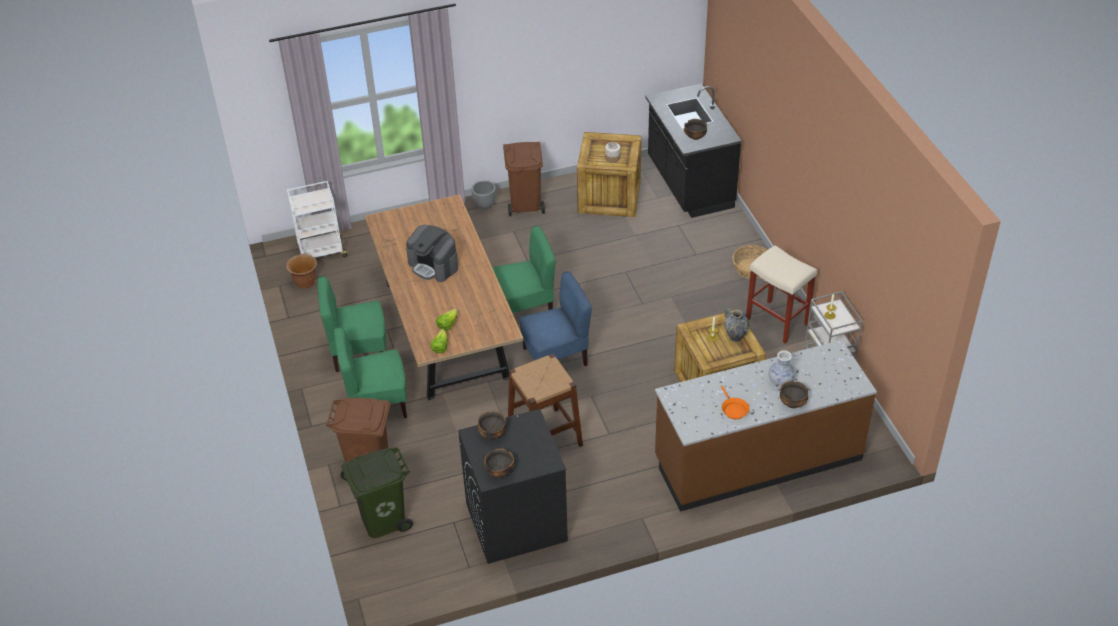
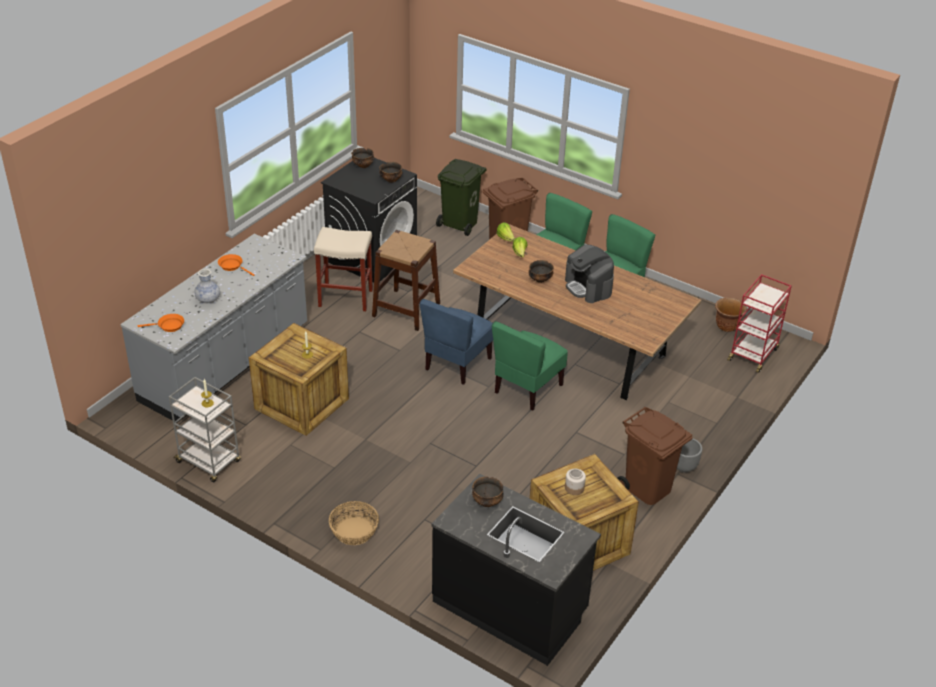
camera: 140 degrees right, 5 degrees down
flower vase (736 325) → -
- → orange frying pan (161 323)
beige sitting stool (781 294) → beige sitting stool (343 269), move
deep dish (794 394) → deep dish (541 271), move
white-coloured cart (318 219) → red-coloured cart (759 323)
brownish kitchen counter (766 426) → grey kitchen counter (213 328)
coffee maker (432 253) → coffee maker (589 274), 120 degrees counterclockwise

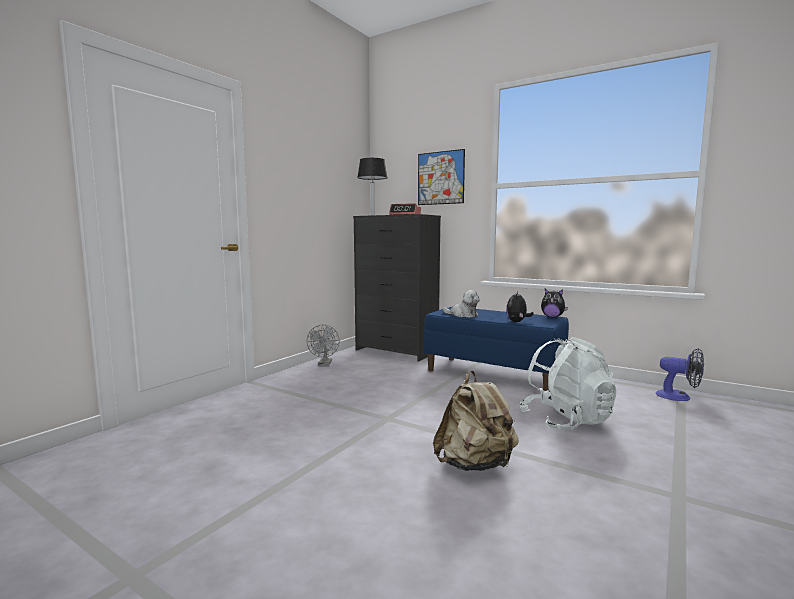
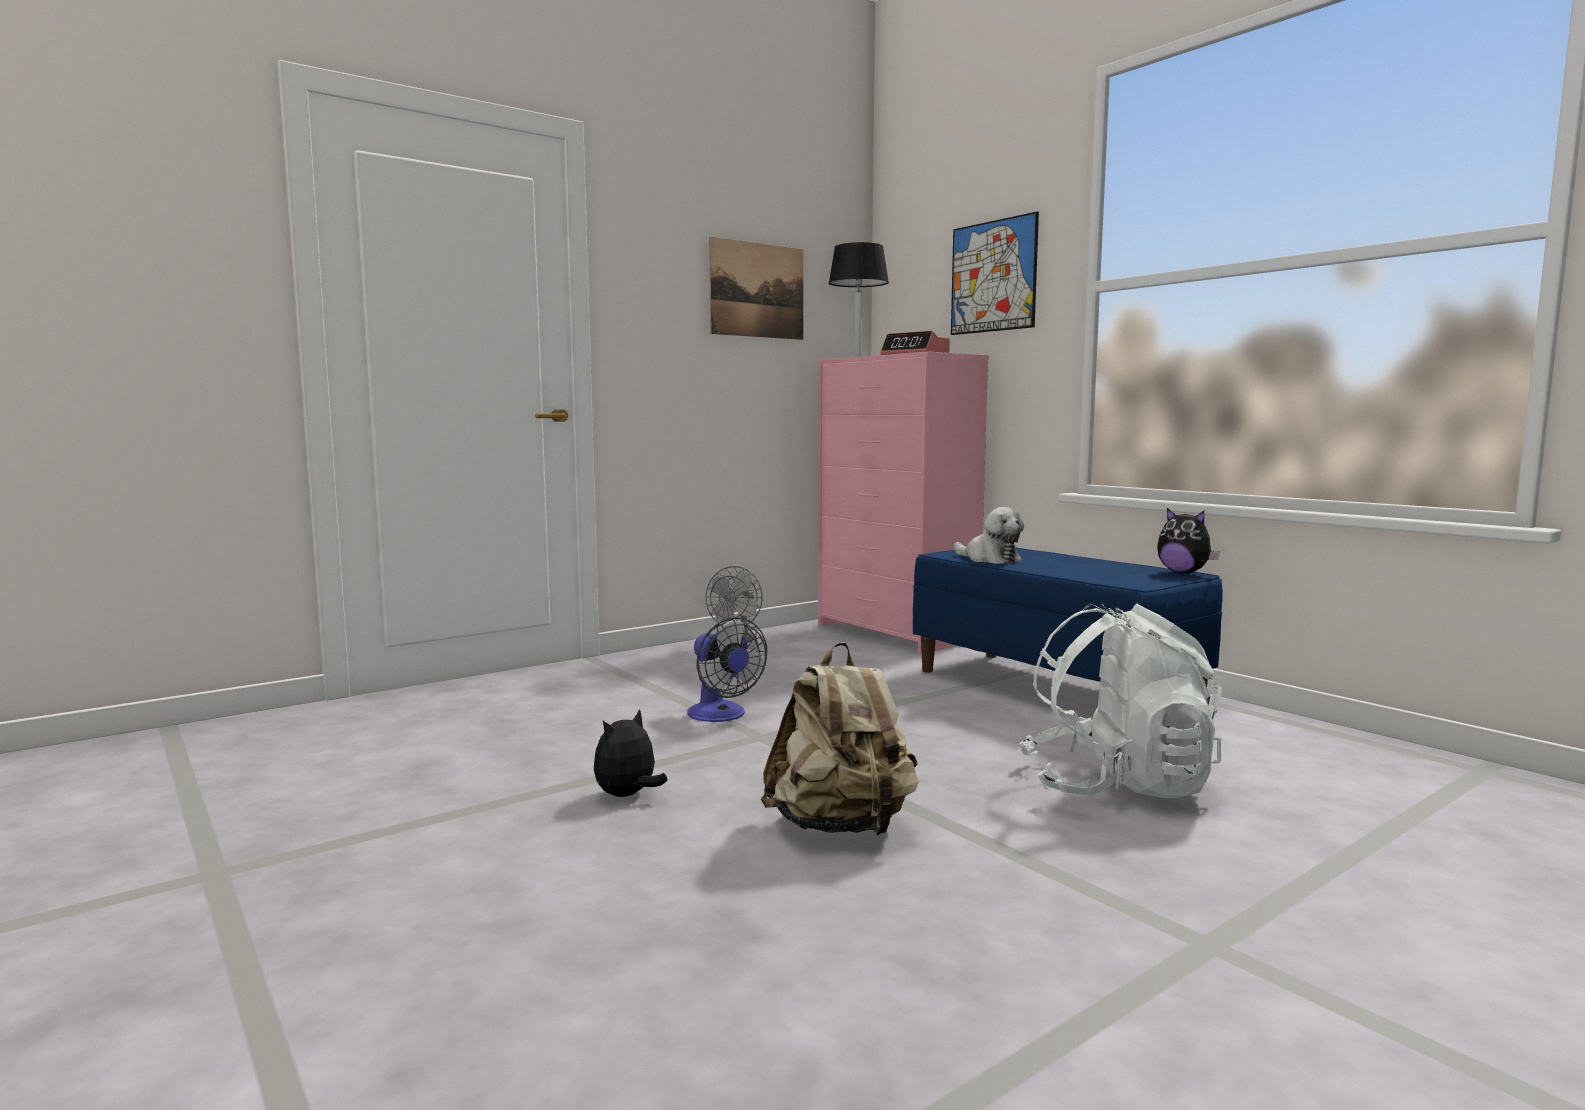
camera: 20 degrees right, 0 degrees up
- → wall picture (756 288)
soft toy (520 306) → soft toy (631 753), move
fan (680 374) → fan (727 669), move
black-coloured dresser (397 288) → pink-coloured dresser (903 502)

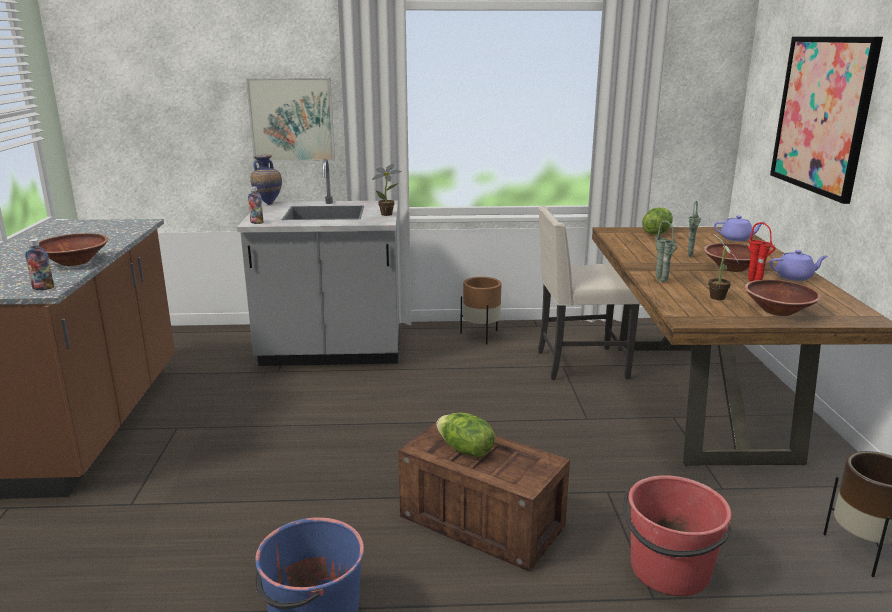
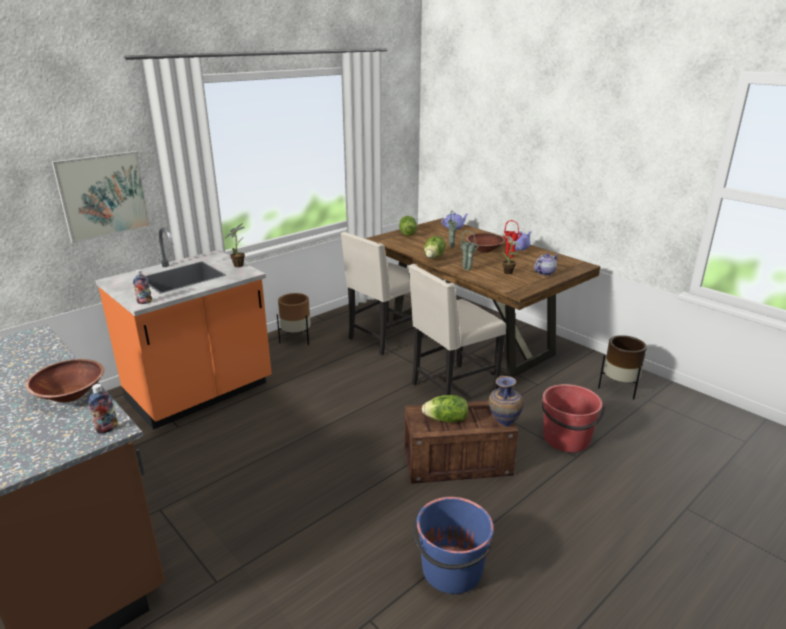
camera: 40 degrees left, 5 degrees up
wall picture (826 120) → -
- → beige upright chair (457 329)
- → lettuce head (435 247)
flower vase (266 179) → flower vase (505 401), move
brownish deep dish (783 298) → teapot (546 264)
grey kitchen counter (318 262) → orange kitchen counter (183 329)

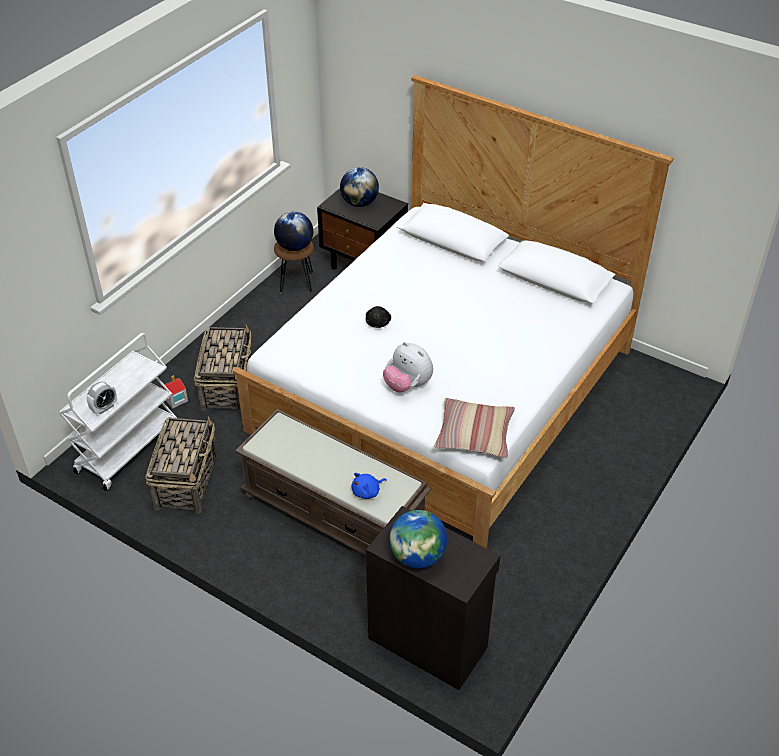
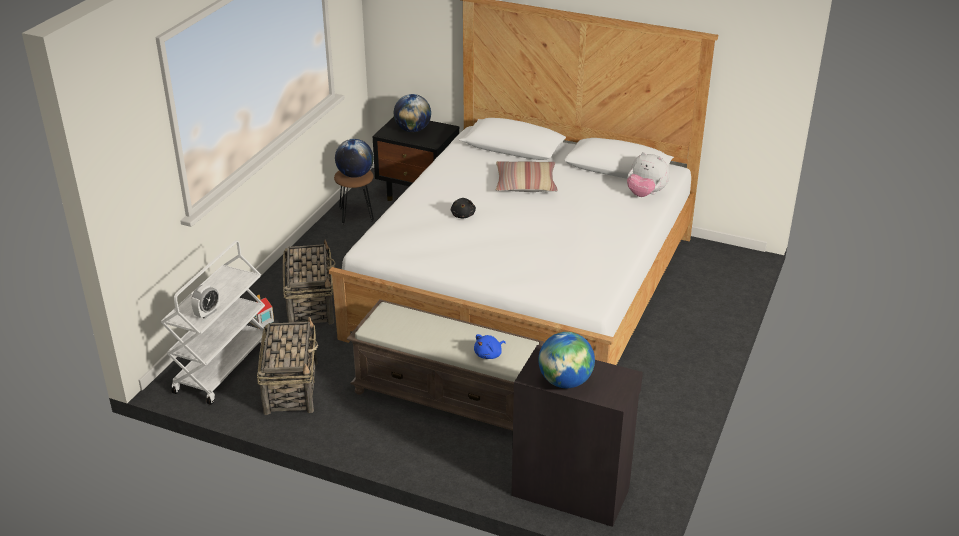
camera: 10 degrees left, 10 degrees down
soft toy (408 367) → soft toy (648 174), move
cushion (474 428) → cushion (527 176), move

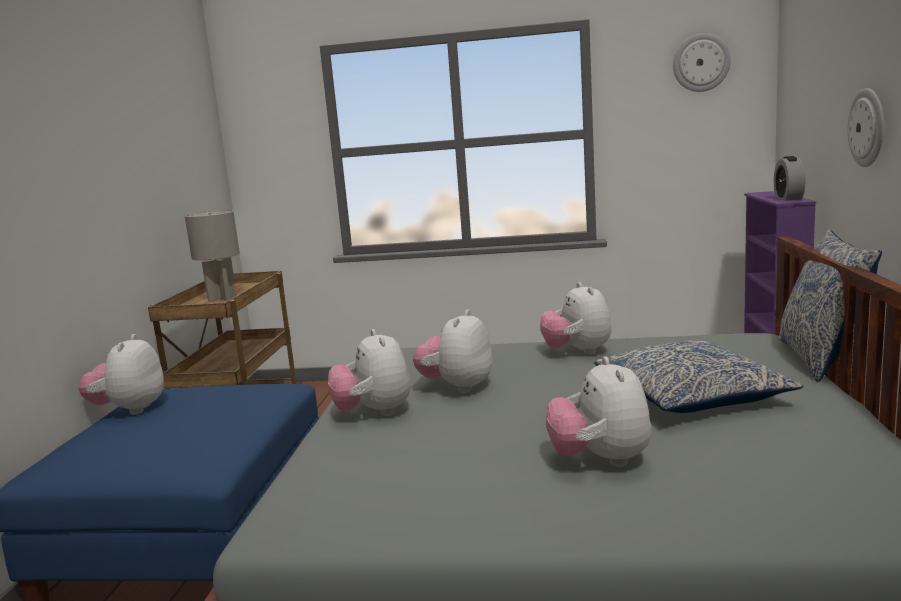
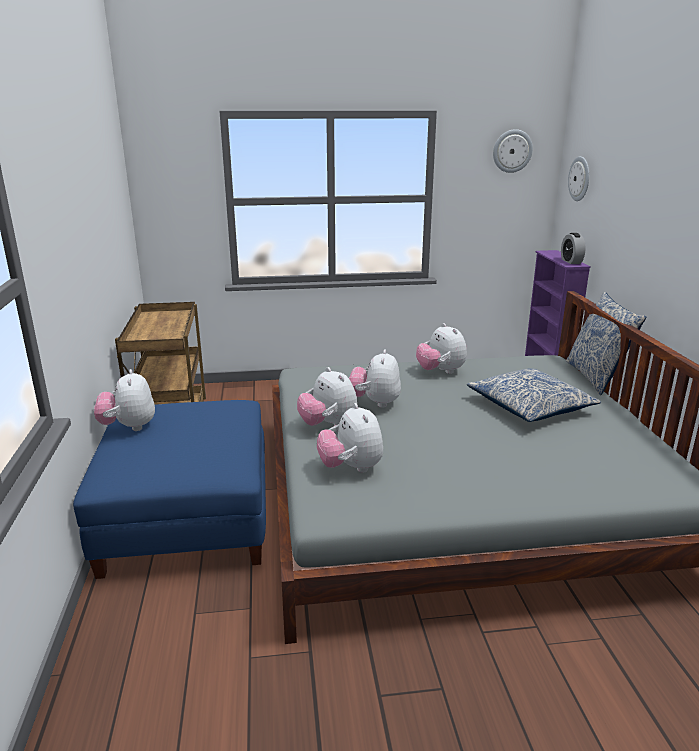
camera: 15 degrees left, 10 degrees up
grey lamp for a table (212 256) → -
soft toy (598 411) → soft toy (350 438), move
clock on the wall (866 127) → clock on the wall (578 178), move

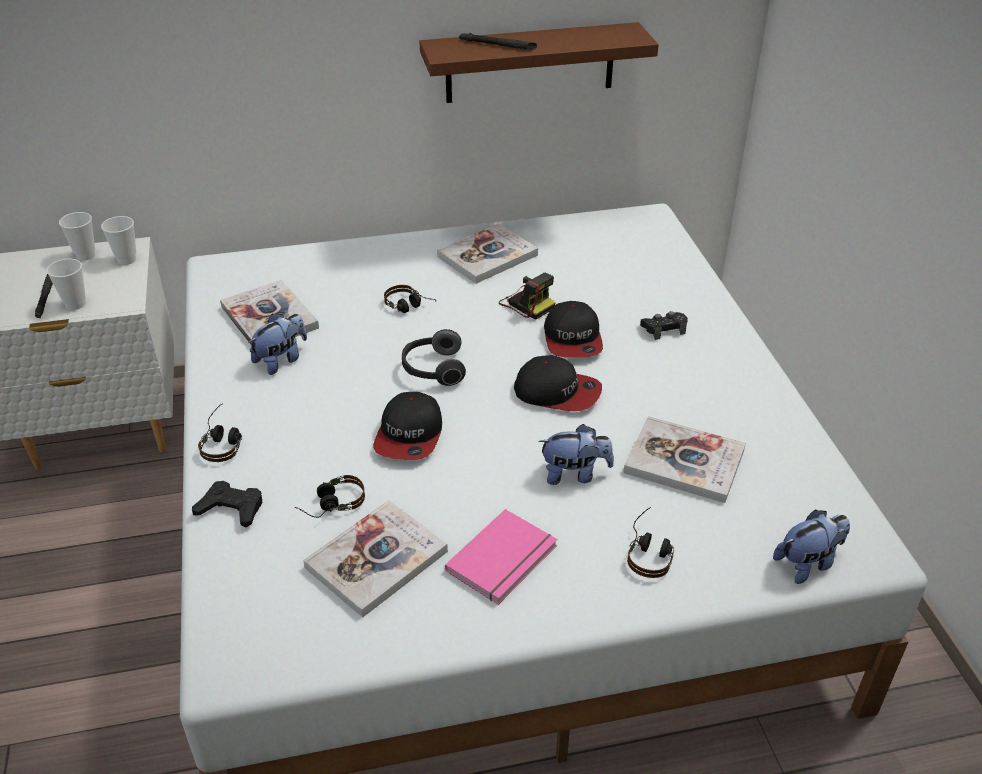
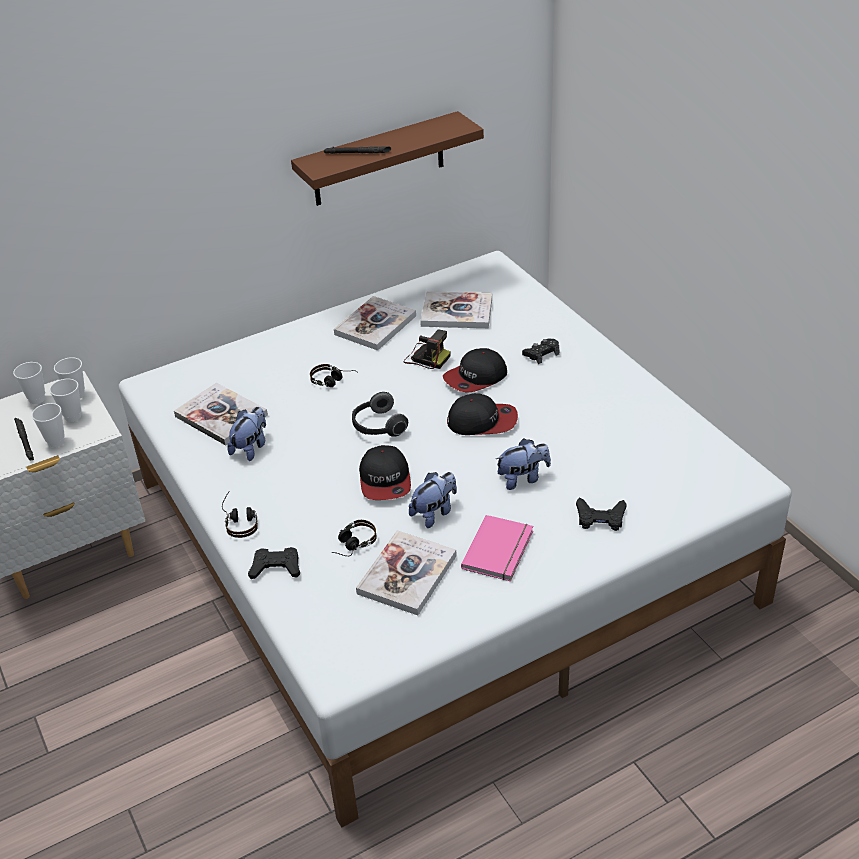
camera: 15 degrees left, 0 degrees up
- → drinking cup (65 400)
book (684 459) → book (456 309), move
soft toy (811 546) → soft toy (433 500), move
headset (650 542) → black-coloured gamepad (601 514)
cap (573 329) → cap (475 370), 75 degrees clockwise

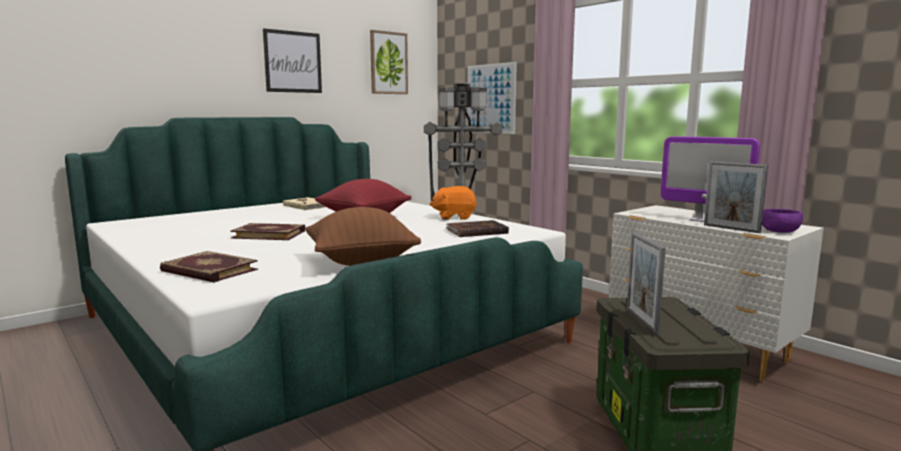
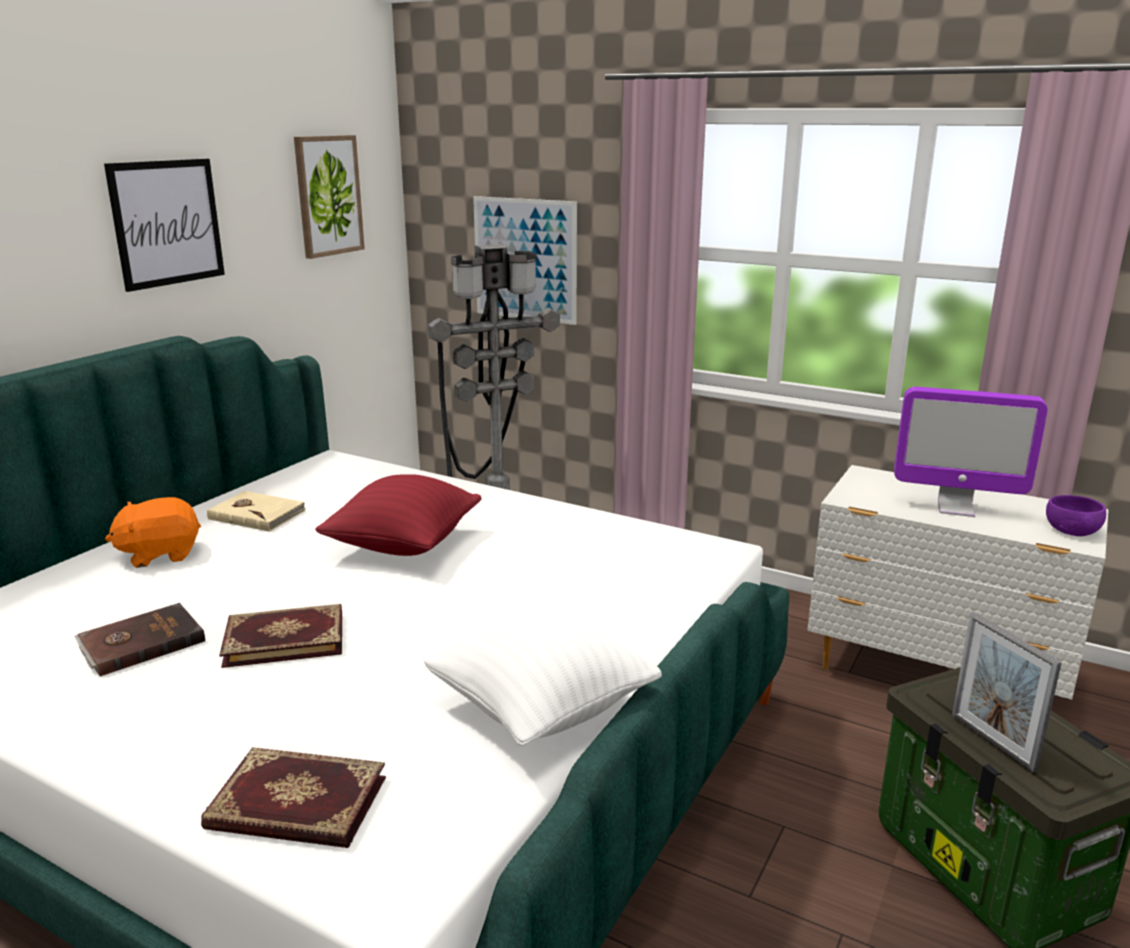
camera: 20 degrees left, 10 degrees up
picture frame (736 197) → -
orange soft toy (453 203) → orange soft toy (153 532), move
brownish book (477 228) → brownish book (139 639), move
brownish cushion (363 236) → white-coloured cushion (542 676)

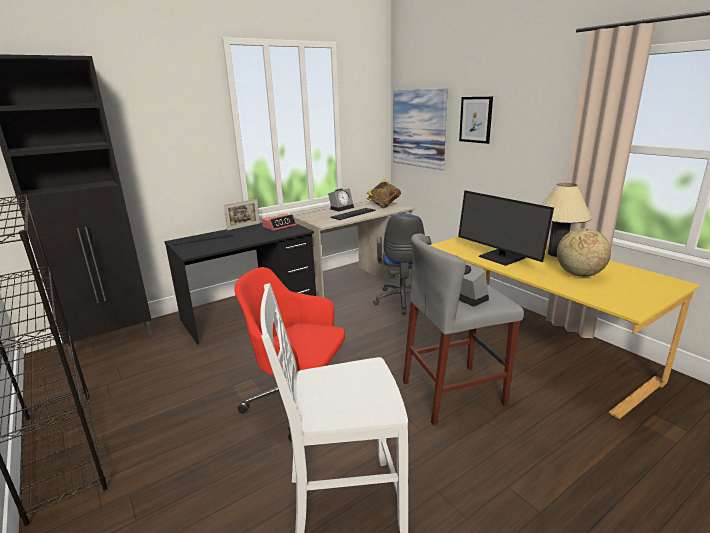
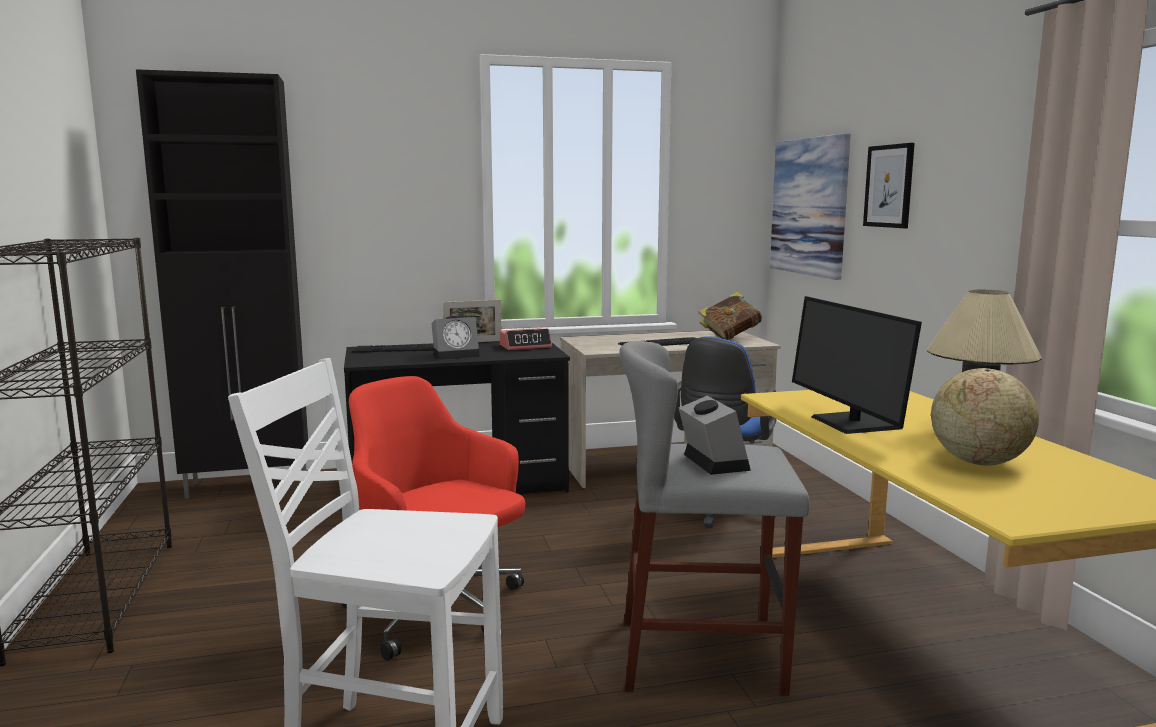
camera: 20 degrees right, 10 degrees down
alarm clock (341 199) → alarm clock (455 338), move

